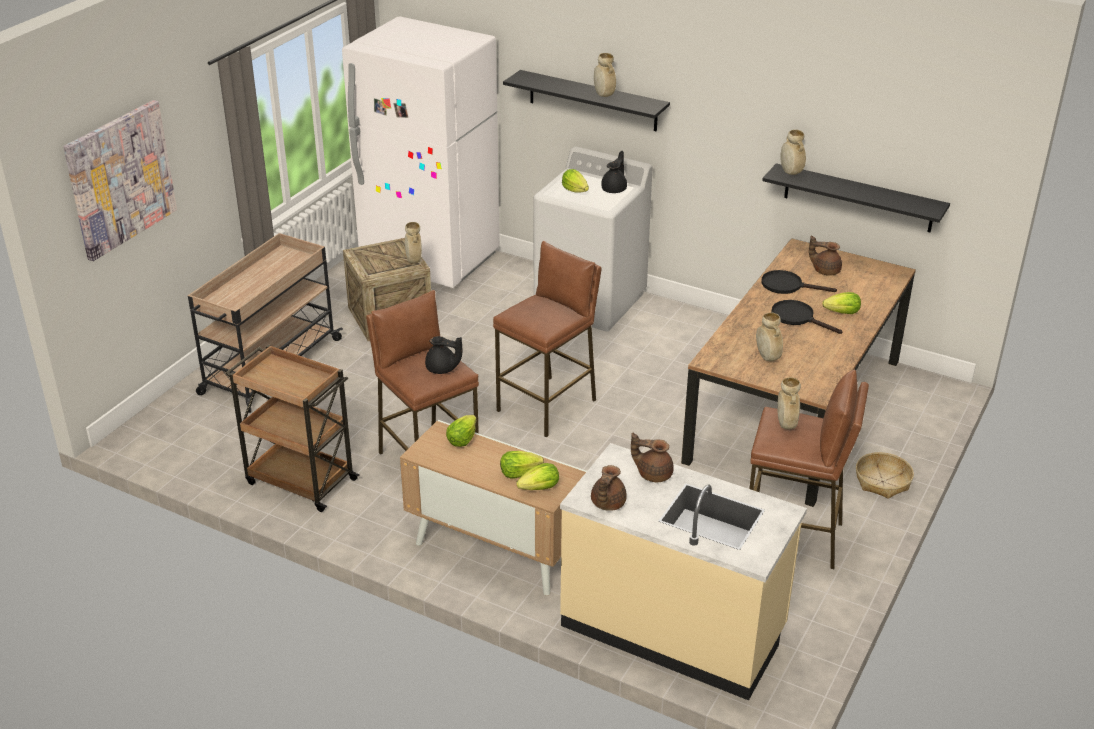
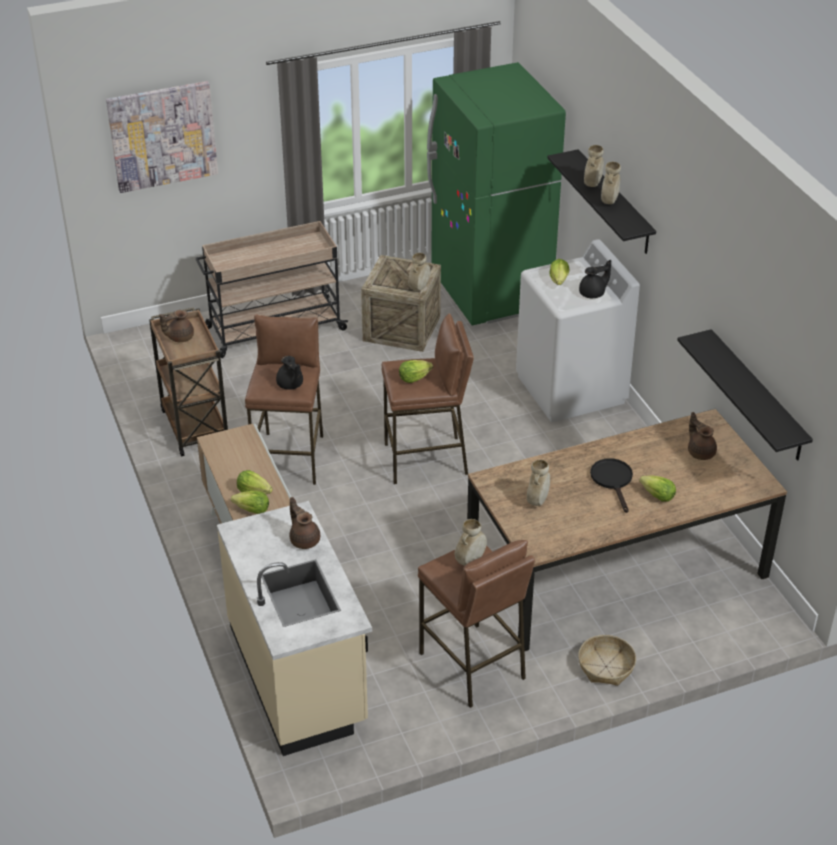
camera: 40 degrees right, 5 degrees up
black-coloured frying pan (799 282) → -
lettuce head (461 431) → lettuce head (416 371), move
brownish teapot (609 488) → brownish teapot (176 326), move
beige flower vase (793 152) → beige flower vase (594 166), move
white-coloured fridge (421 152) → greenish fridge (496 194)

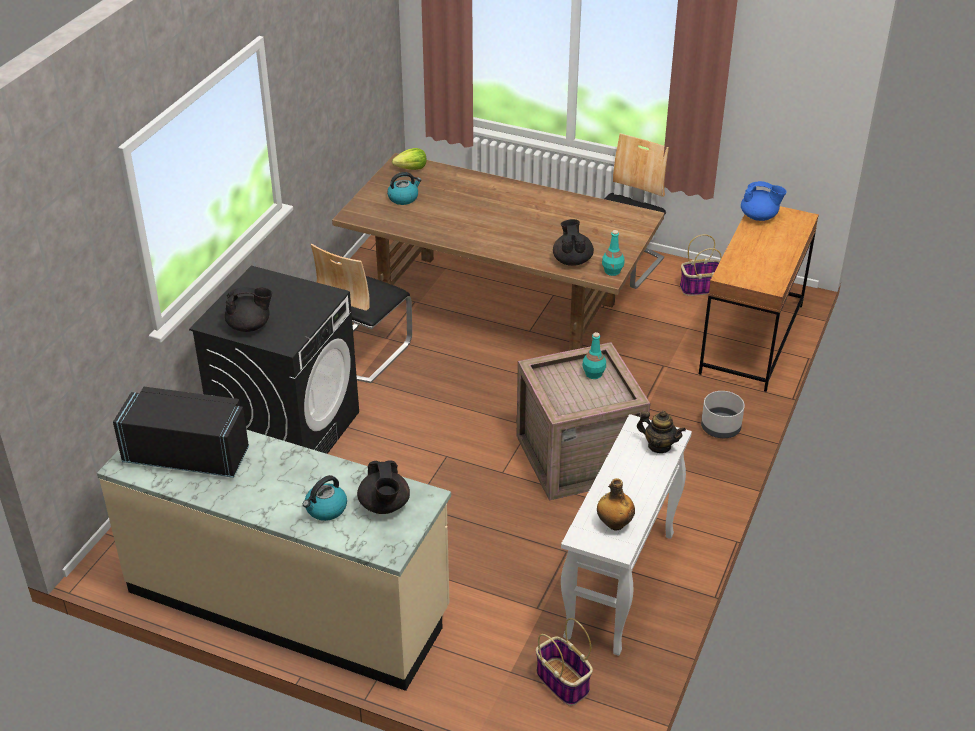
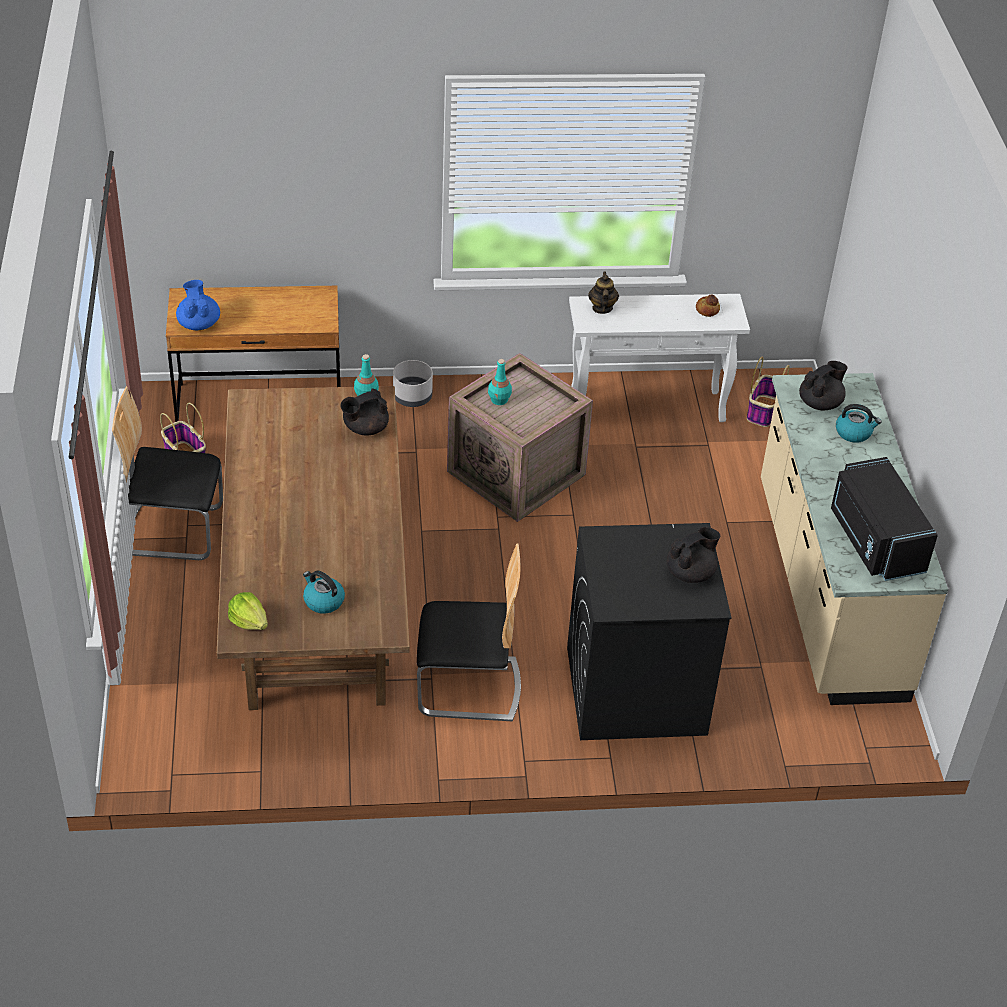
camera: 120 degrees left, 5 degrees up
bottle (616 504) → baked bread (708 305)
black-coloured teapot (248 309) → black-coloured teapot (693 555), 90 degrees clockwise

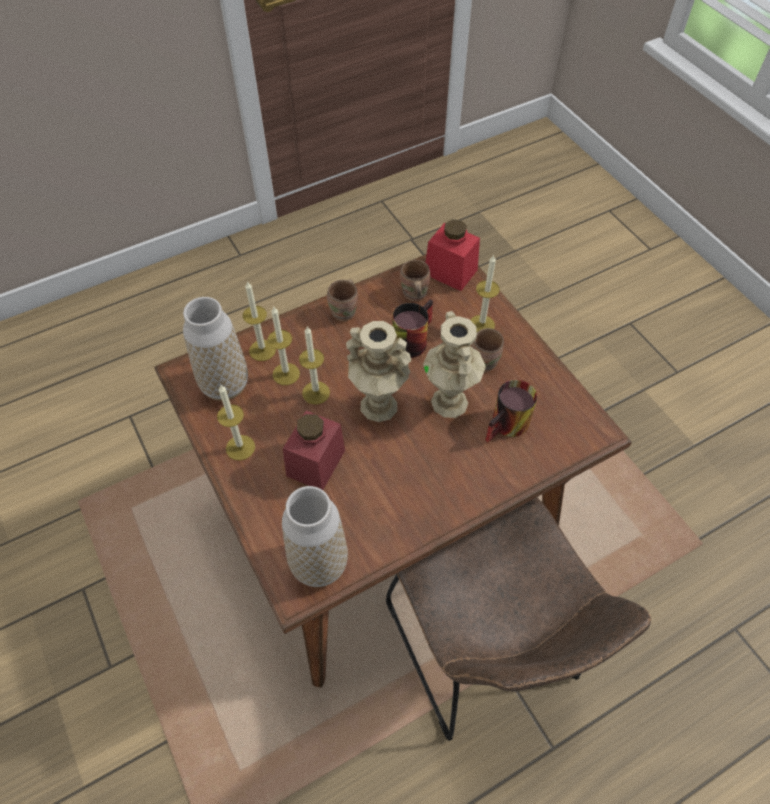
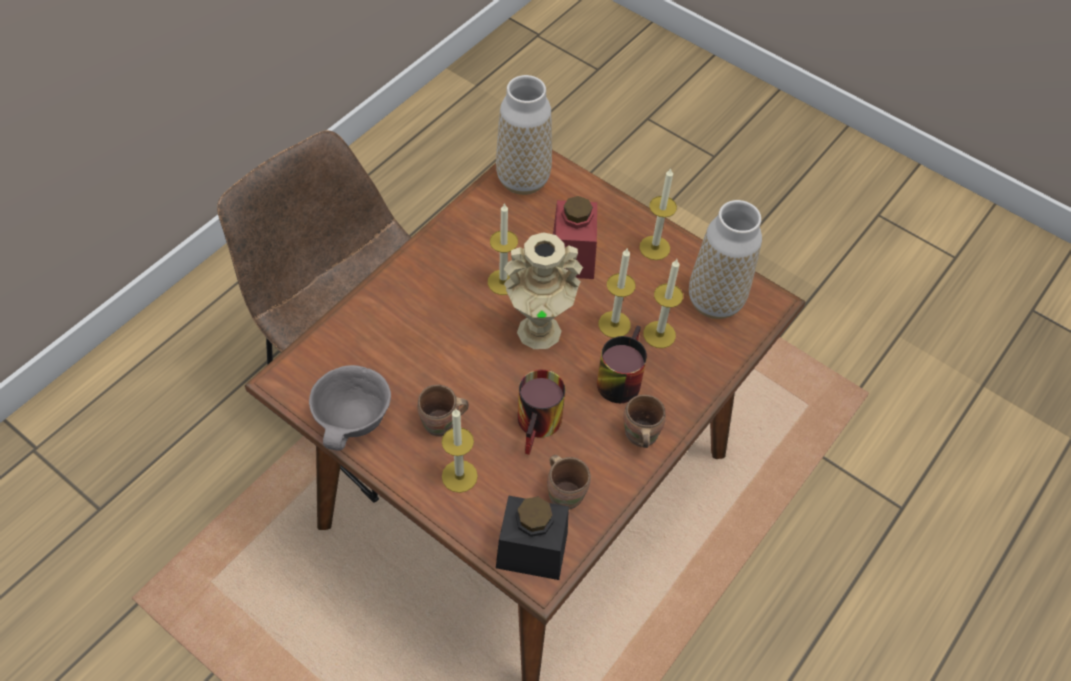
camera: 155 degrees right, 0 degrees up
beige flower vase (454 364) → -
- → grey deep dish (350 408)
wax light (259 321) → wax light (503 249), move
tea mug (511 410) → tea mug (622 364), move
red-coloured storage jar (453 255) → black-coloured storage jar (532 538)

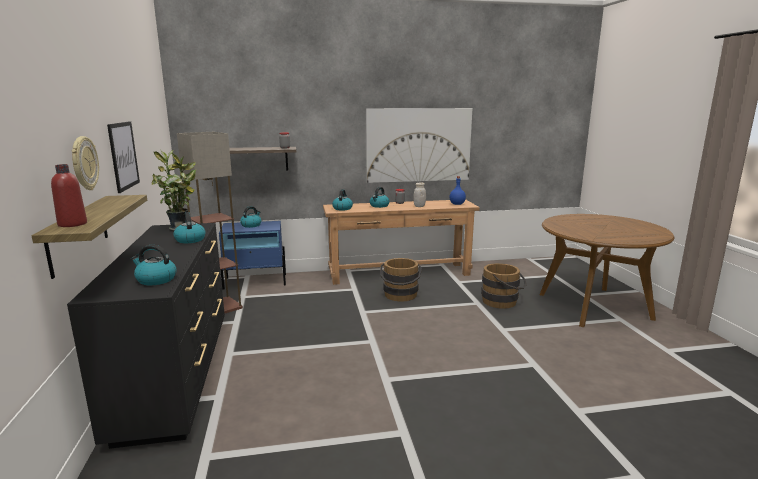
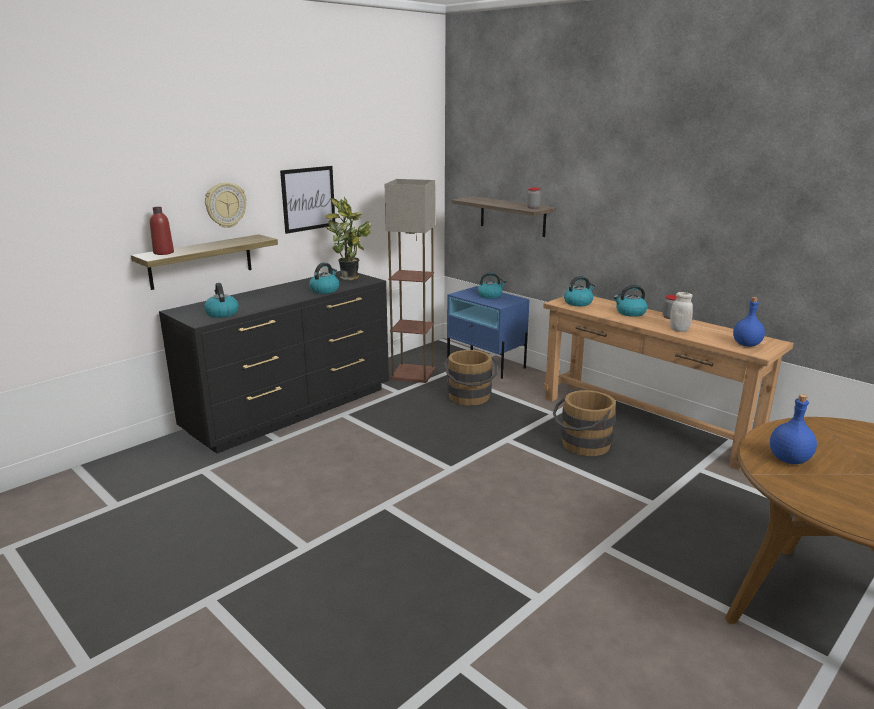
camera: 55 degrees right, 5 degrees up
wall picture (419 145) → -
- → bluish bottle (793 429)
brownish pail (504 286) → brownish pail (470 378), move

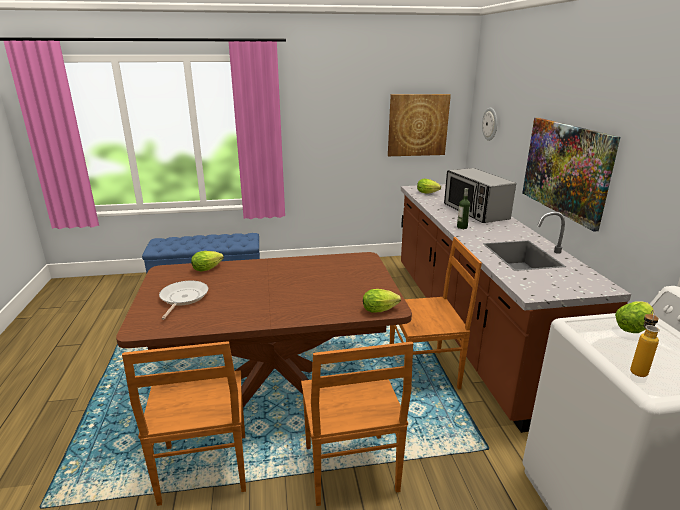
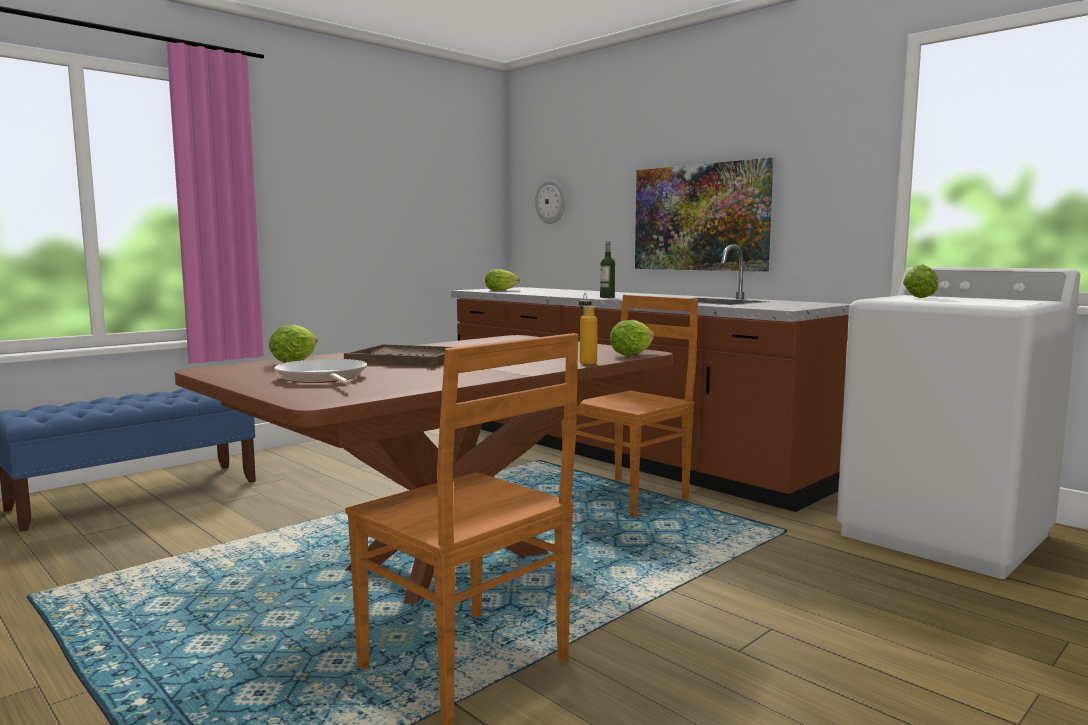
camera: 35 degrees left, 15 degrees down
brownish upright chair (357 424) → -
wall picture (419 125) → -
microwave oven (480 195) → -
- → brownish serving tray (398 355)
bottle (645 343) → bottle (588 329), move

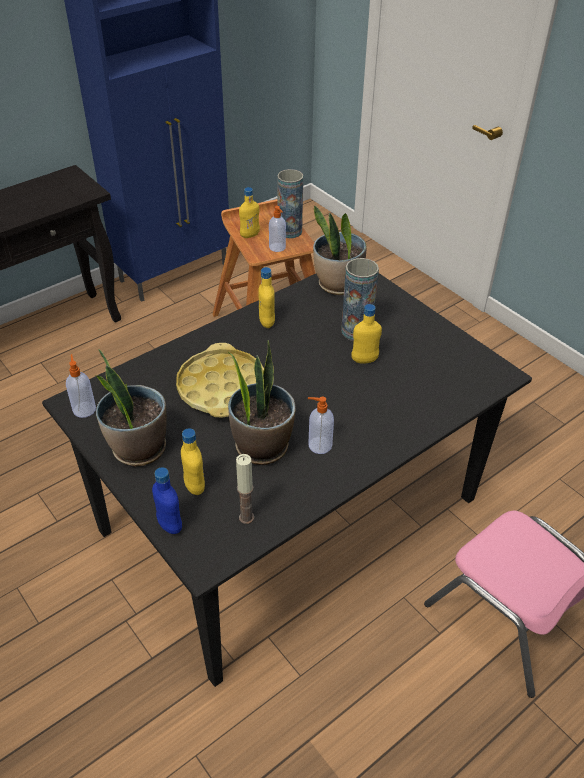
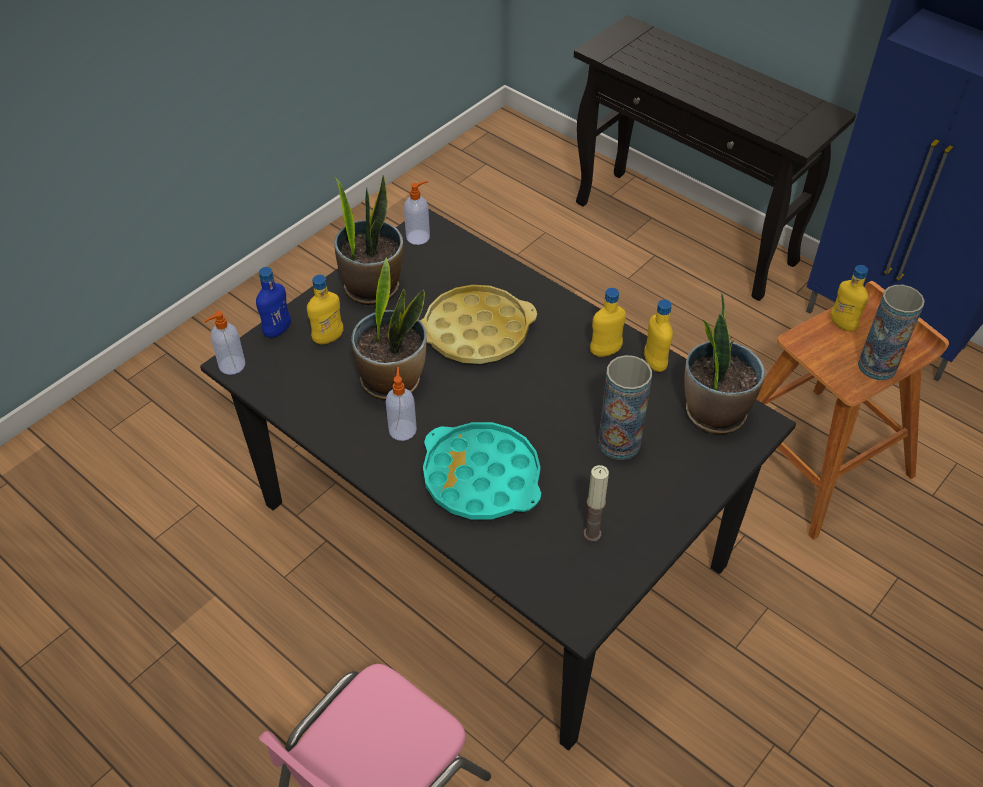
camera: 80 degrees right, 5 degrees up
- → turquoise-coloured serving tray (482 470)
wax light (245 489) → wax light (596 503), move
soap bottle (277 229) → soap bottle (224 343), move
yellow bottle (367 334) → yellow bottle (658 335), move

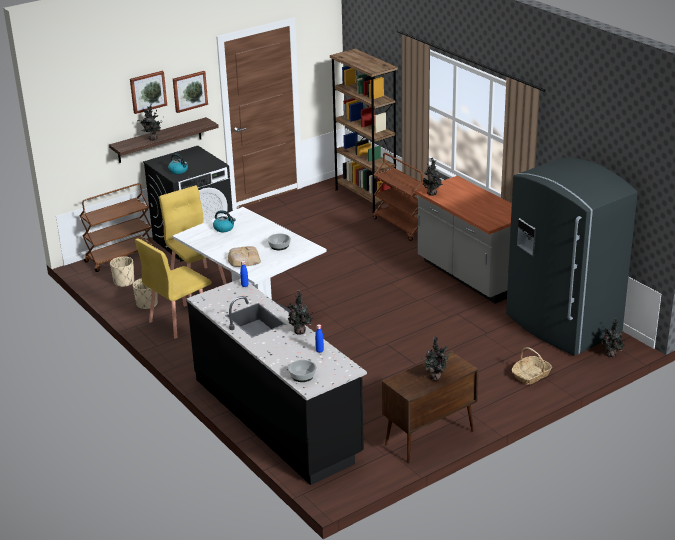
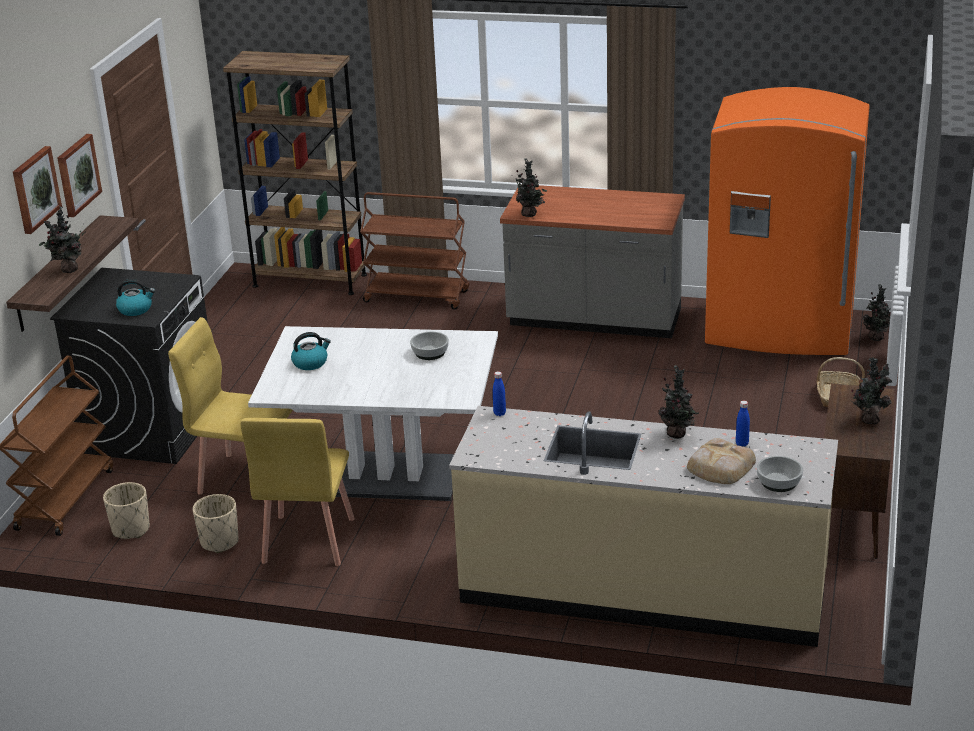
camera: 40 degrees left, 0 degrees up
baked bread (244 256) → baked bread (721 461), move
black-coloured kitchen counter (276 382) → beige kitchen counter (643 526)
grey fridge (572 257) → orange fridge (787 221)

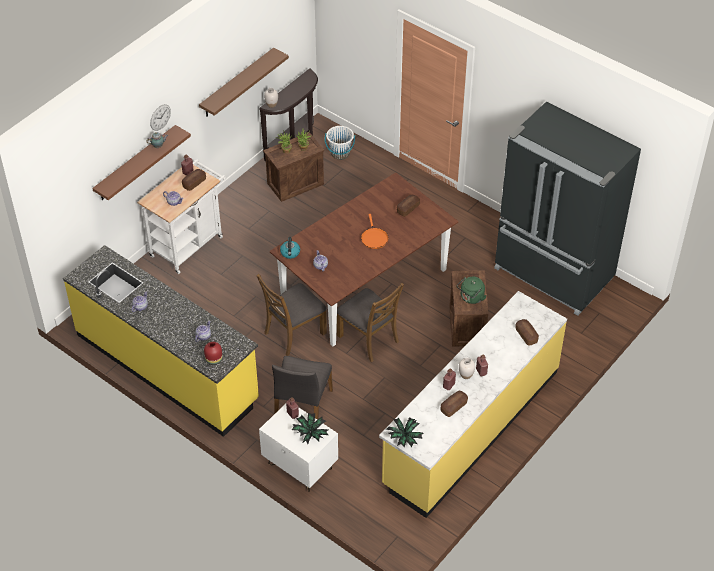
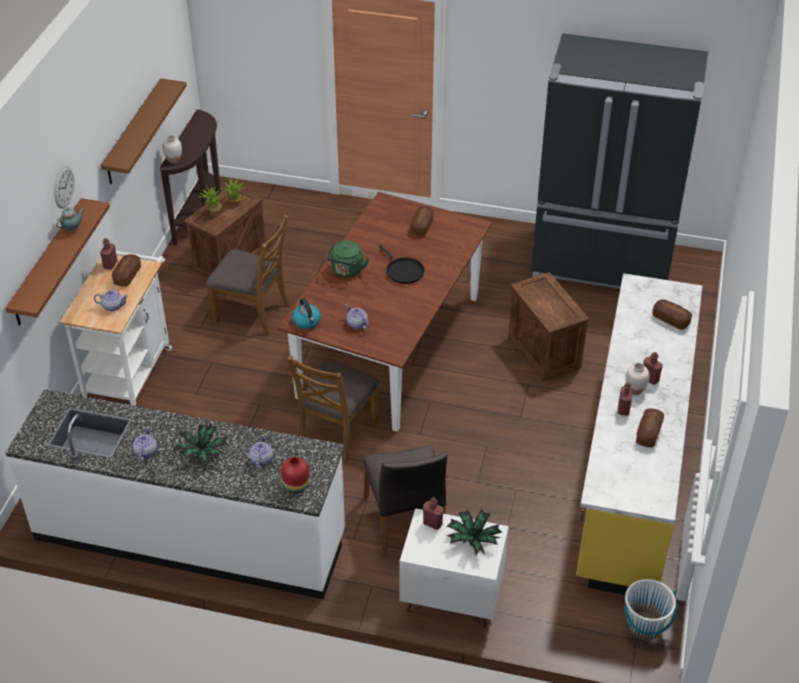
camera: 25 degrees left, 5 degrees down
white-coloured pail (340 143) → white-coloured pail (651 609), move
brownish upright chair (370 322) → brownish upright chair (248 275), move
potted plant (404 432) → potted plant (200 443), move
greenish tea kettle (471 290) → greenish tea kettle (347 259), move
yellow kitchen counter (161 341) → white-coloured kitchen counter (175 494)
orange frying pan (375 231) → black-coloured frying pan (402 264)

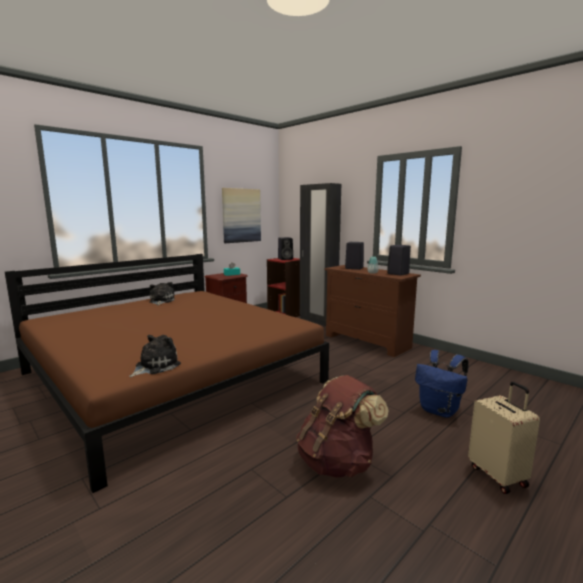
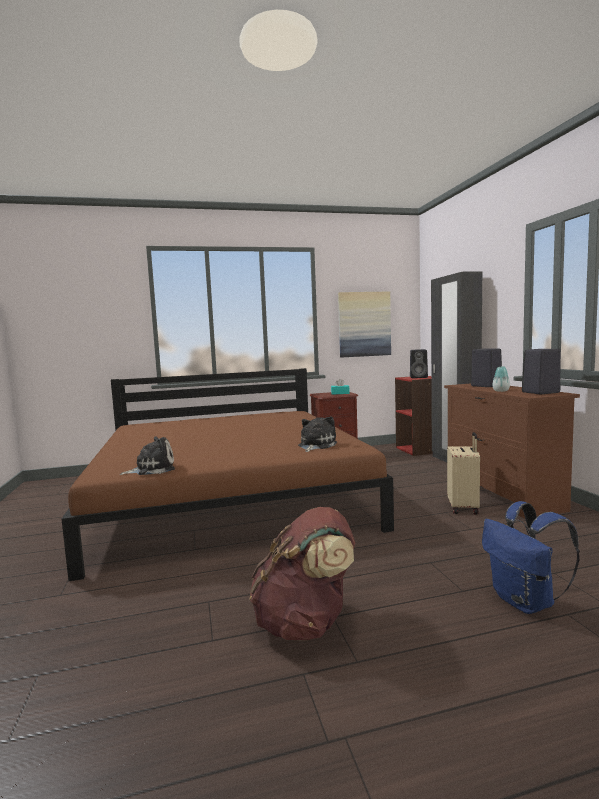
camera: 30 degrees right, 5 degrees down
soft toy (162 293) → soft toy (317 434), move
beige piece of luggage (504 438) → beige piece of luggage (463 473), move

